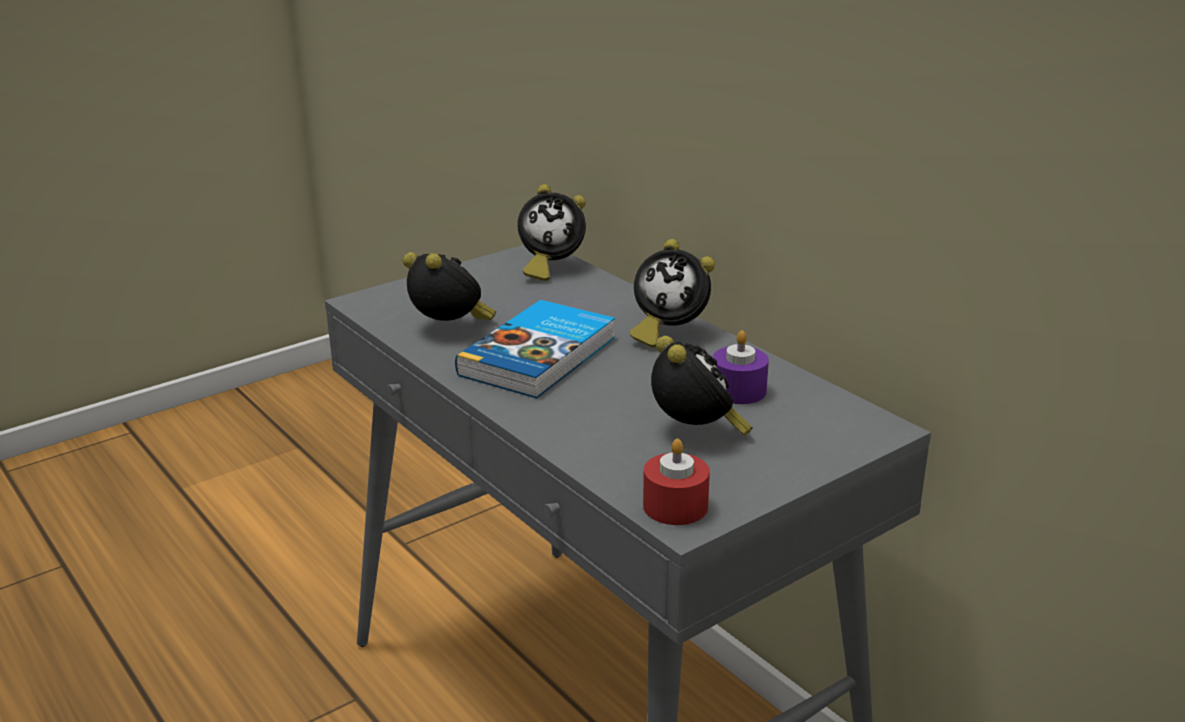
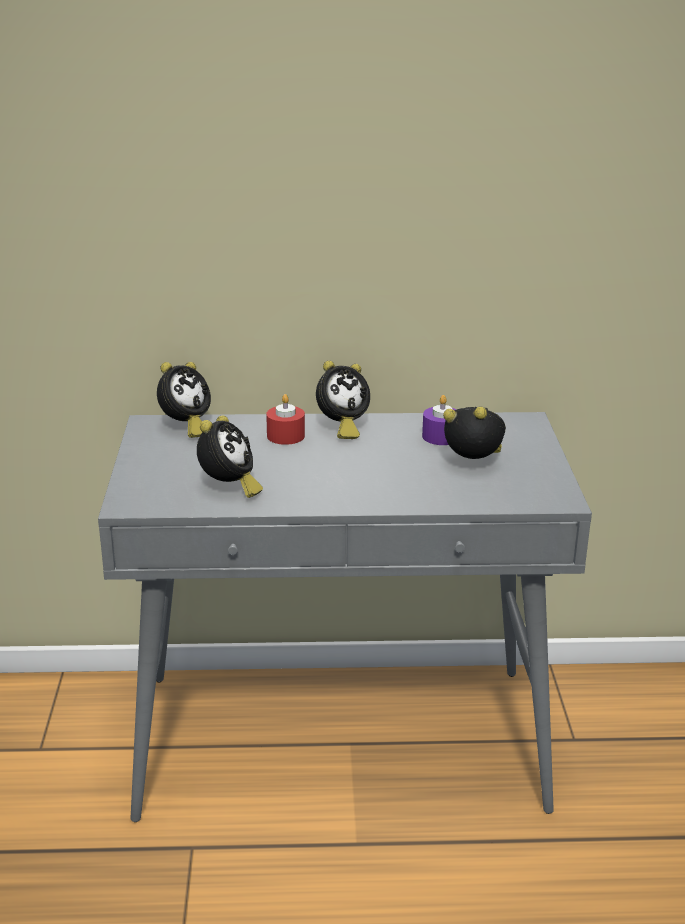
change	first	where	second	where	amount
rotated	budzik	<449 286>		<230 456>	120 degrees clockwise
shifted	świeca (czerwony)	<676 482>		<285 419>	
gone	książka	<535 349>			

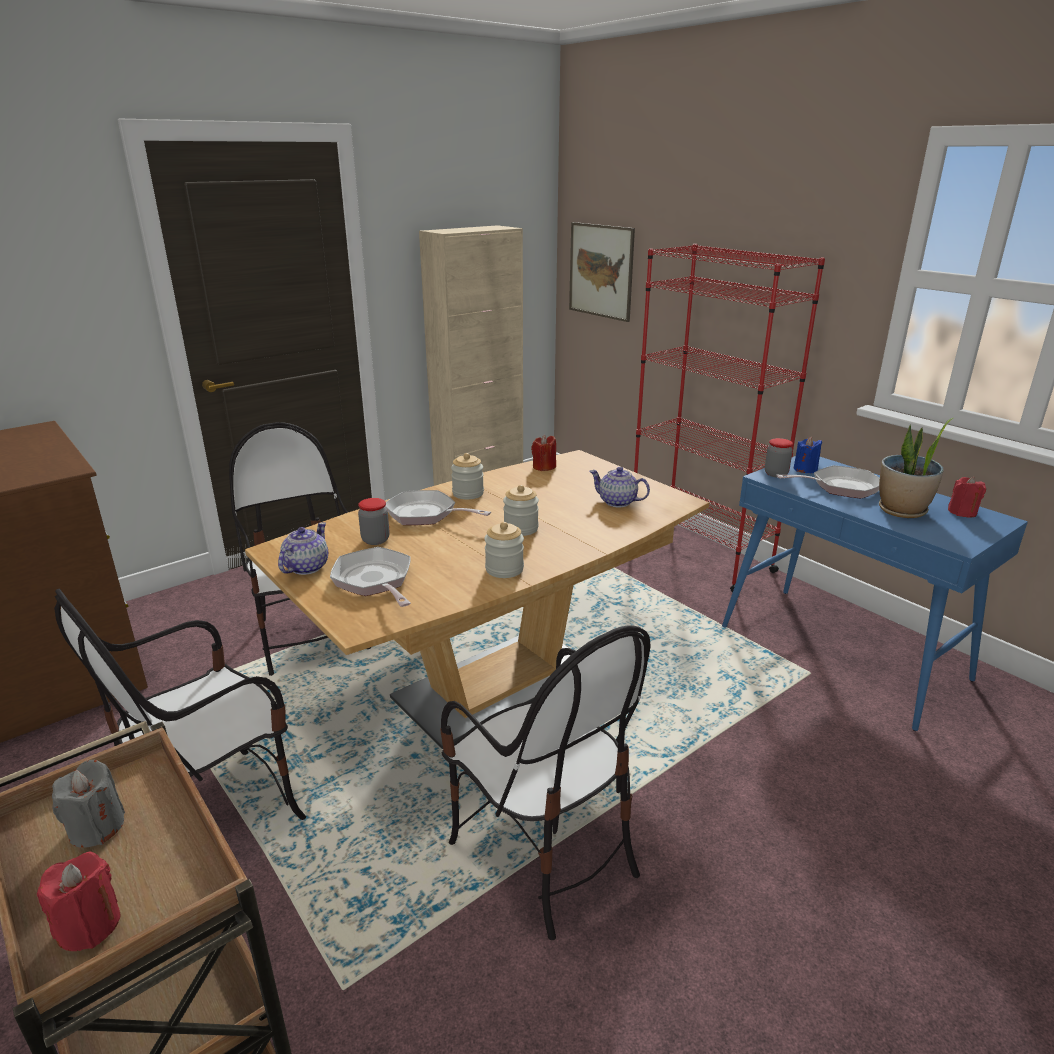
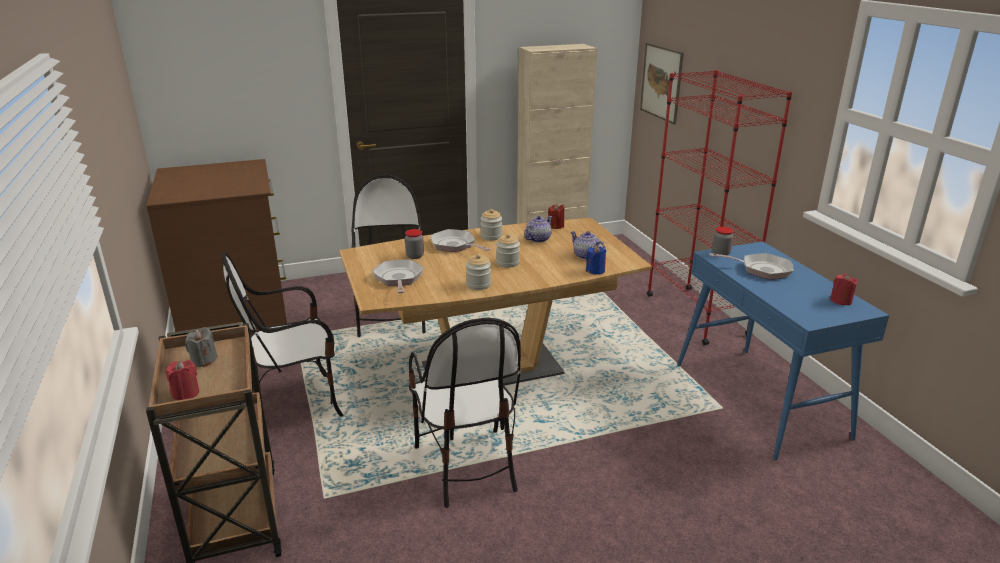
change	first	where	second	where	amount
shifted	imbryk	<303 548>		<538 229>	
shifted	świeca (niebieski)	<807 455>		<596 260>	
gone	roślina doniczkowa	<916 468>			

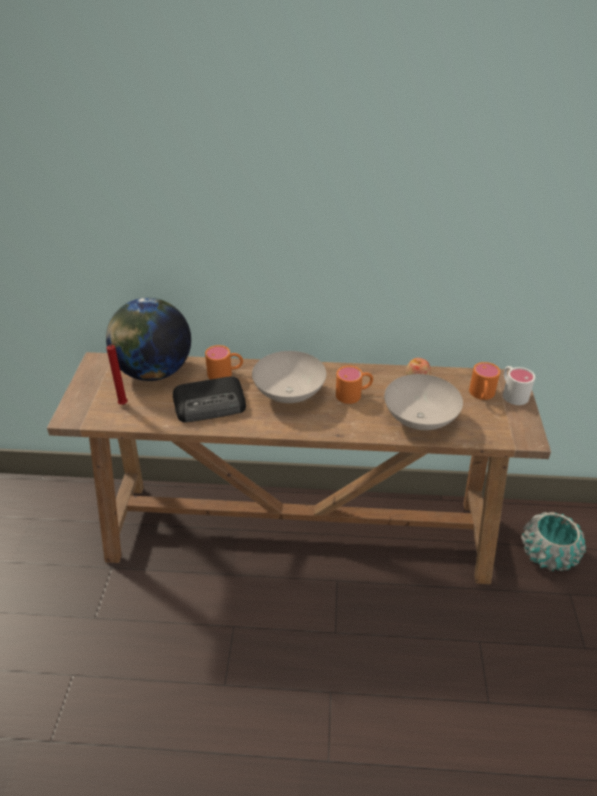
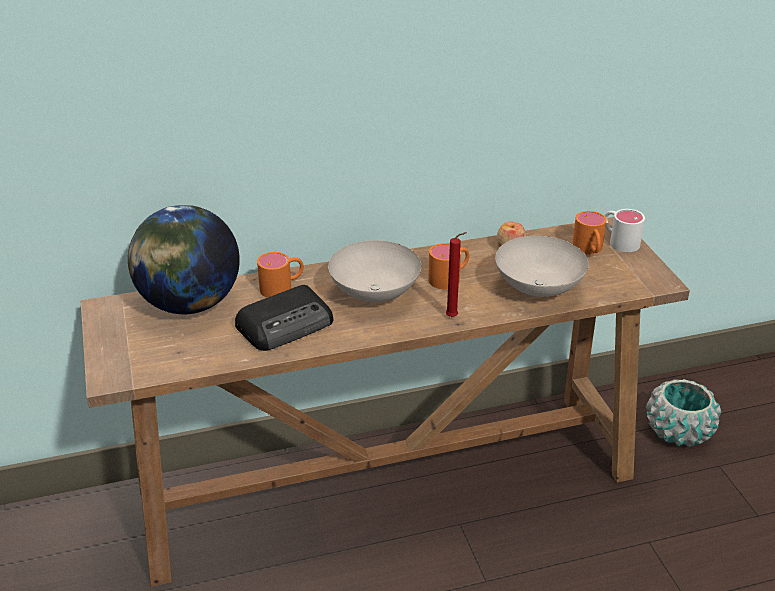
change	first	where	second	where	amount
shifted	świeca (czerwony)	<117 373>		<456 274>	

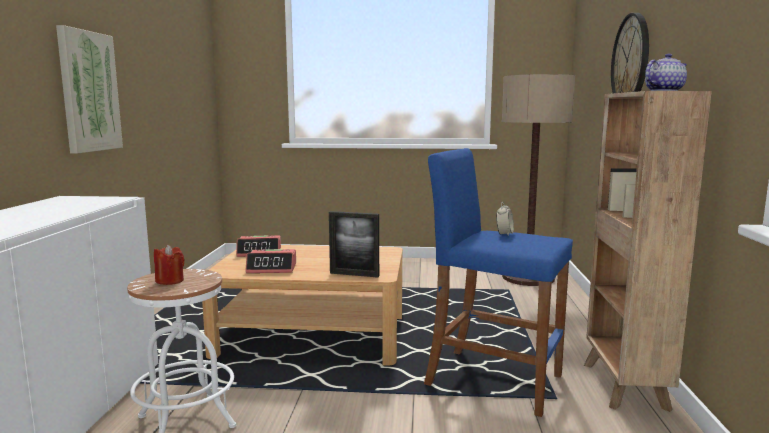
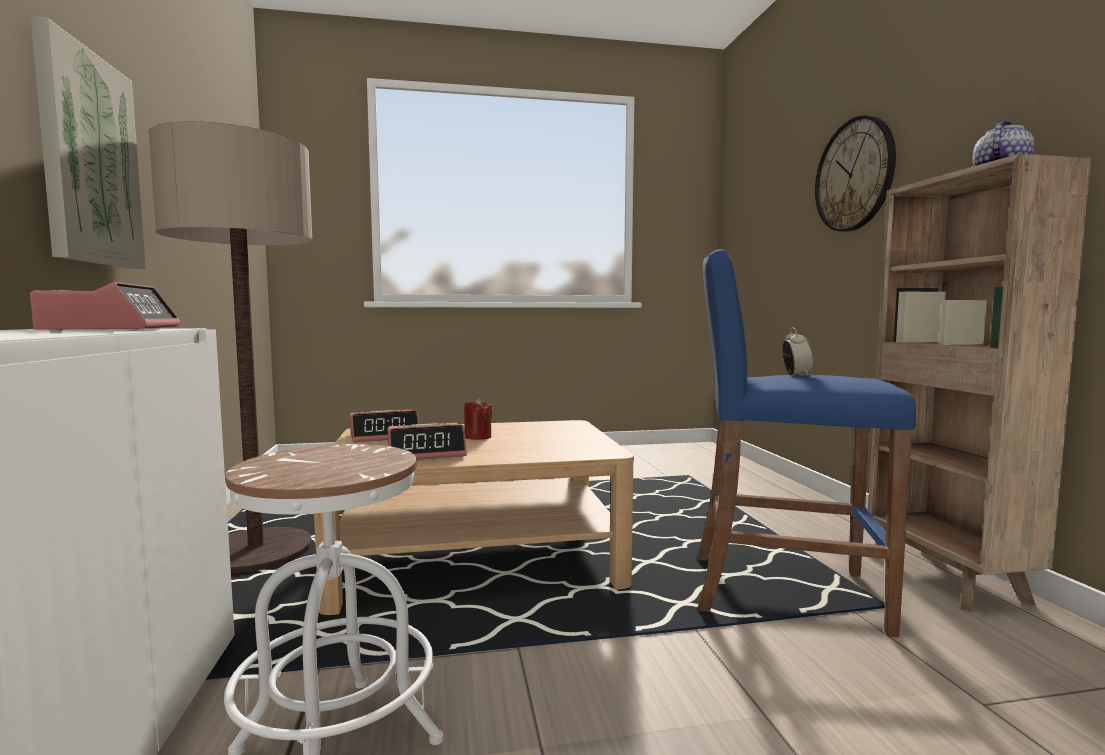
change	first	where	second	where	amount
new			budzik	<105 306>	
shifted	lampa stojąca	<538 180>		<231 347>	
shifted	świeca (czerwony)	<169 265>		<478 419>	
gone	ramka na zdjęcie	<354 244>			

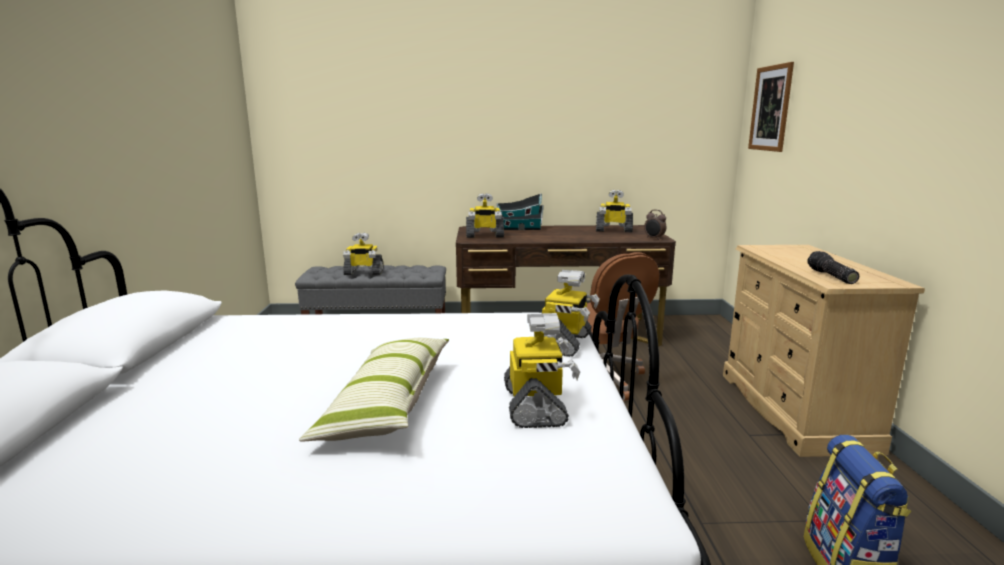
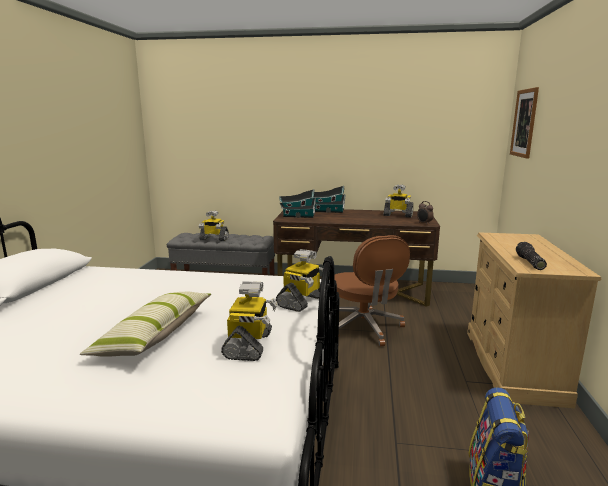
change	first	where	second	where	amount
swapped	robot zabawkowy	<485 215>	domek	<297 203>	

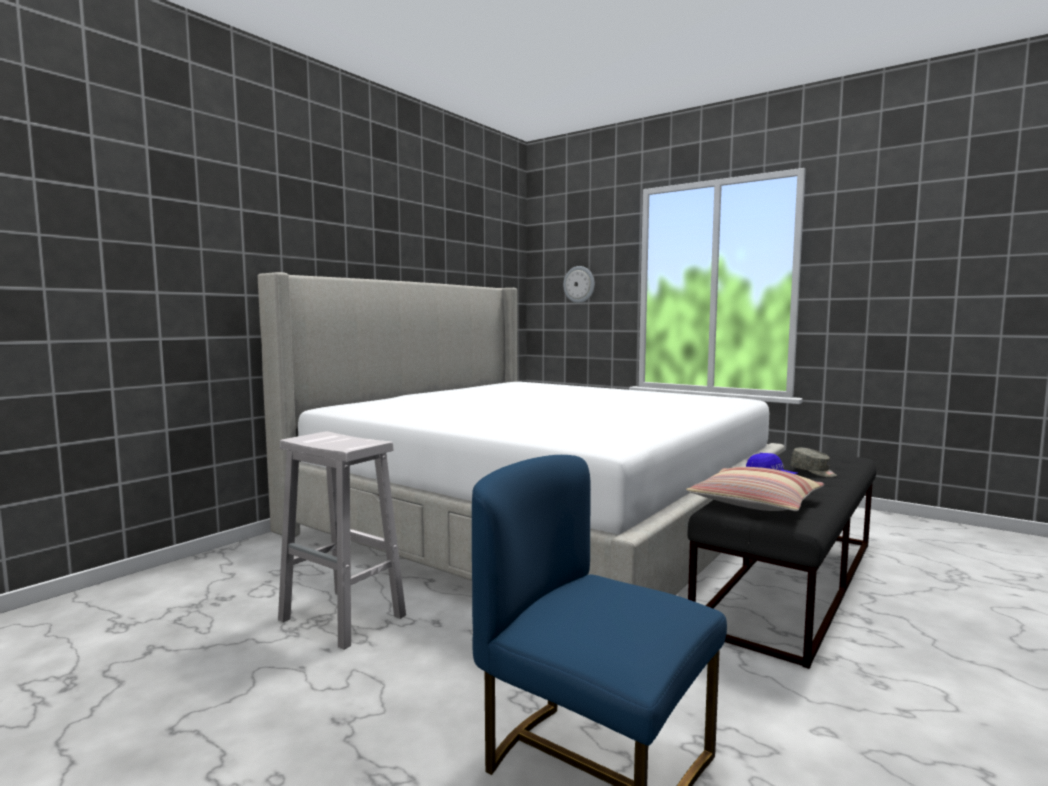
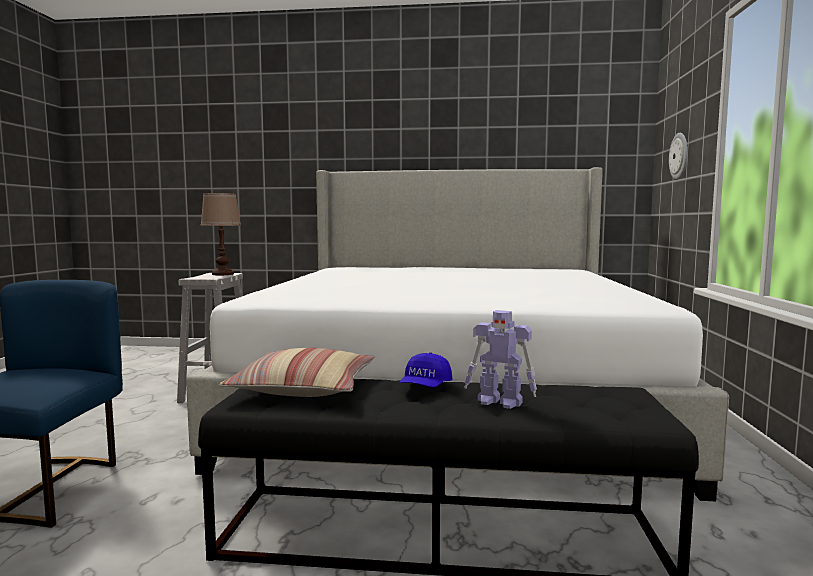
change	first	where	second	where	amount
new			lampa stołowa (brązowy)	<220 234>	
swapped	czapka z daszkiem (szary)	<813 462>	robot zabawkowy	<500 359>	

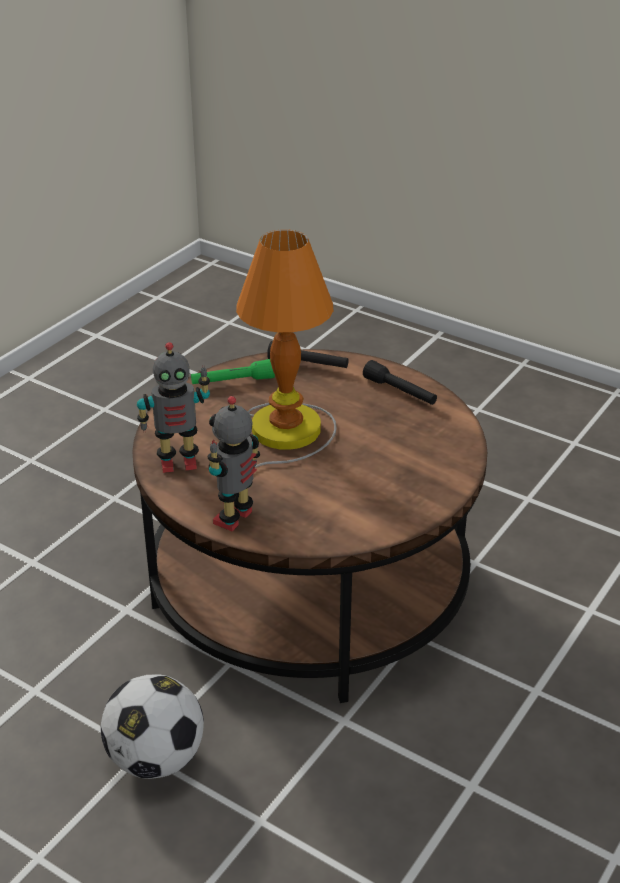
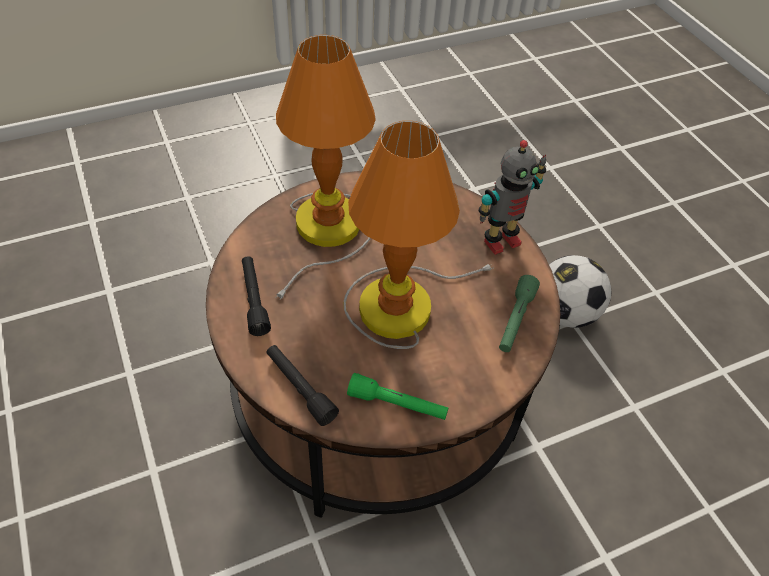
change	first	where	second	where	amount
new			lampa stołowa	<326 167>	
swapped	robot zabawkowy	<173 407>	latarka (zielony)	<519 313>	

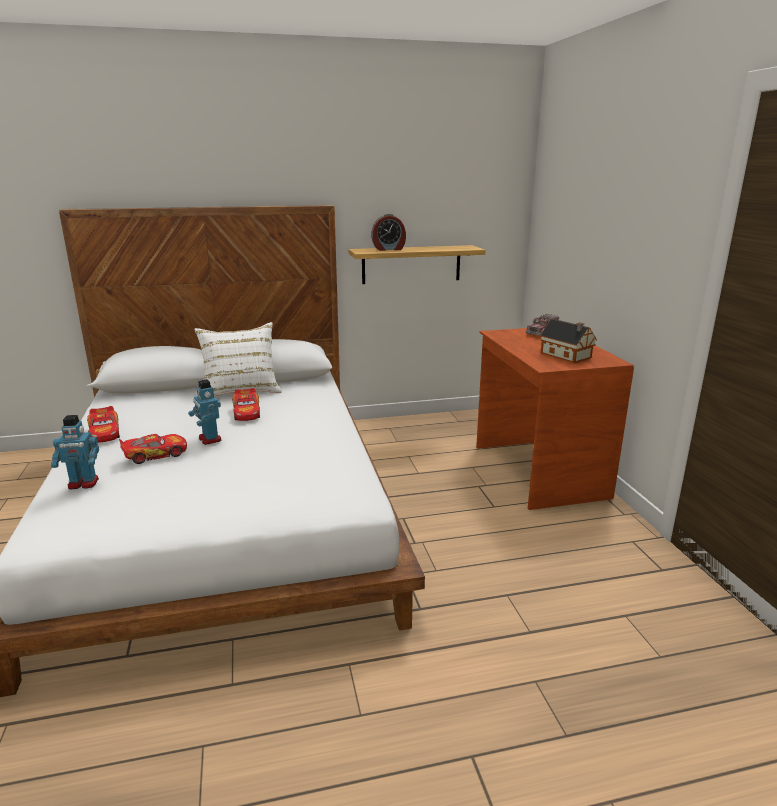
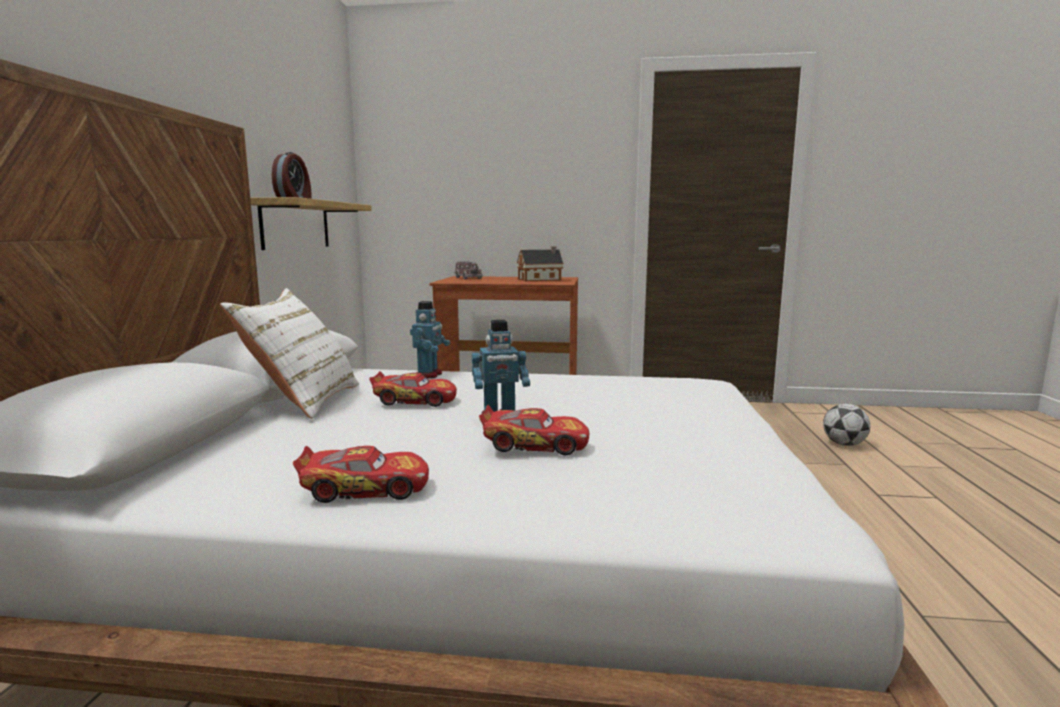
change	first	where	second	where	amount
shifted	robot zabawkowy	<75 452>		<430 339>	
rotated	samochodzik	<153 449>		<534 430>	105 degrees clockwise
new			piłka futbolowa	<846 425>	

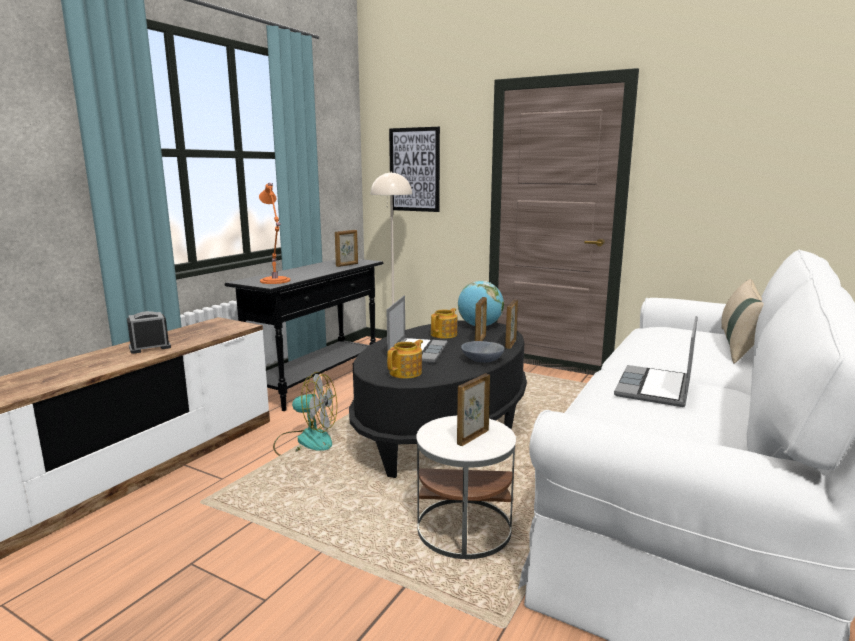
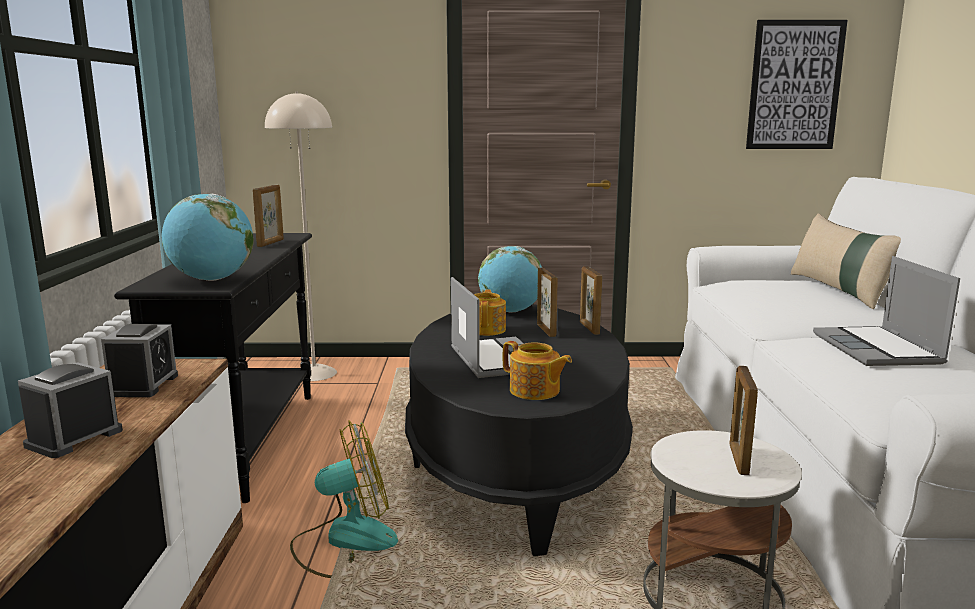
change	first	where	second	where	amount
new			budzik	<139 360>	
swapped	lampa stołowa (pomarańczowy)	<274 233>	globus	<208 237>	
rotated	imbryk	<405 359>		<537 370>	120 degrees clockwise
shifted	obraz	<414 169>		<797 84>	
gone	miska (szary)	<482 352>			

